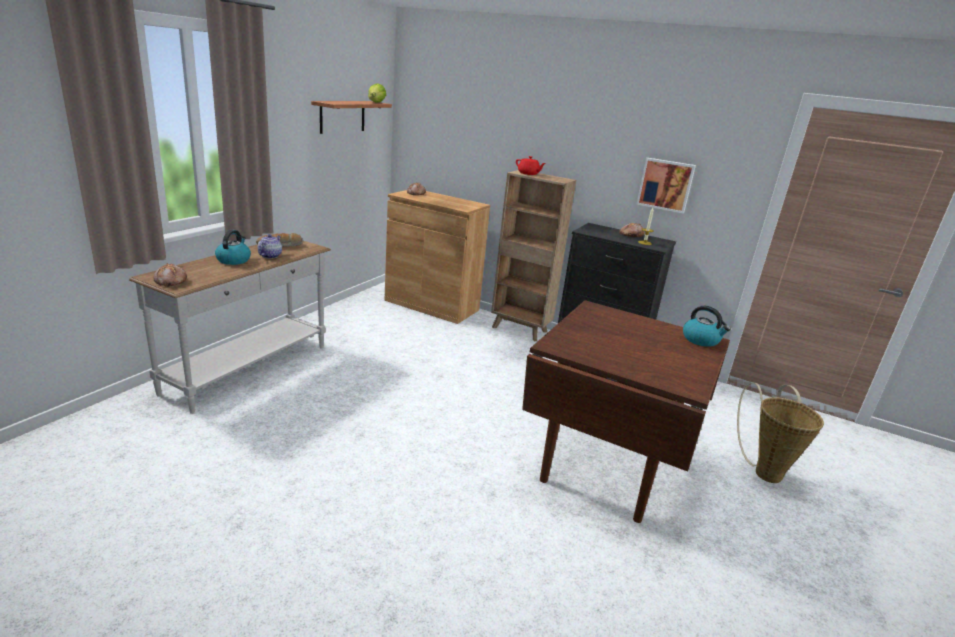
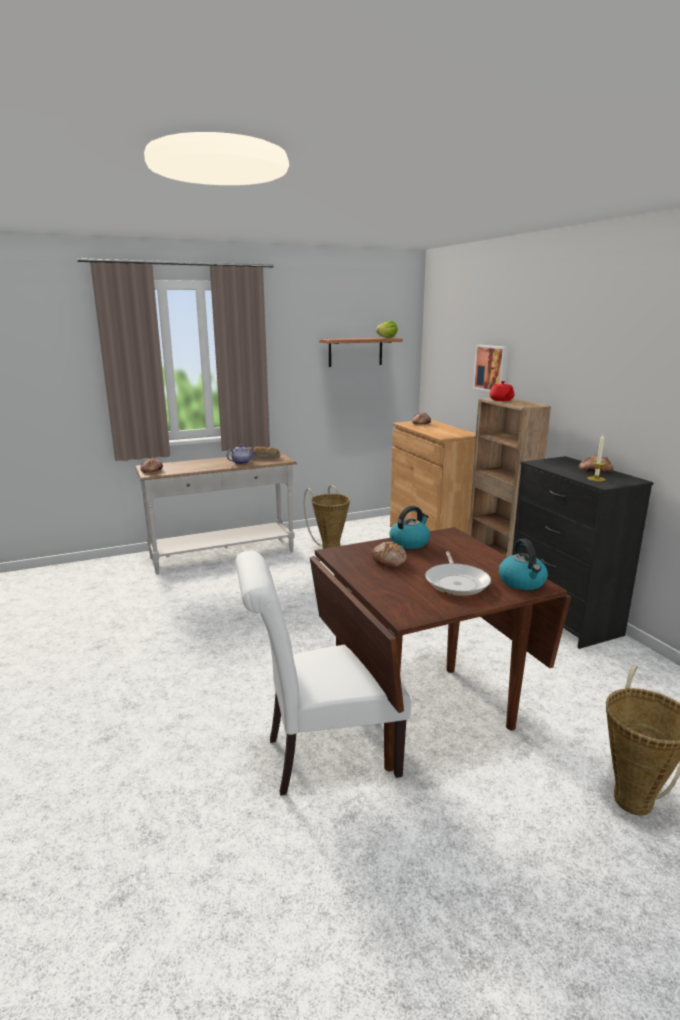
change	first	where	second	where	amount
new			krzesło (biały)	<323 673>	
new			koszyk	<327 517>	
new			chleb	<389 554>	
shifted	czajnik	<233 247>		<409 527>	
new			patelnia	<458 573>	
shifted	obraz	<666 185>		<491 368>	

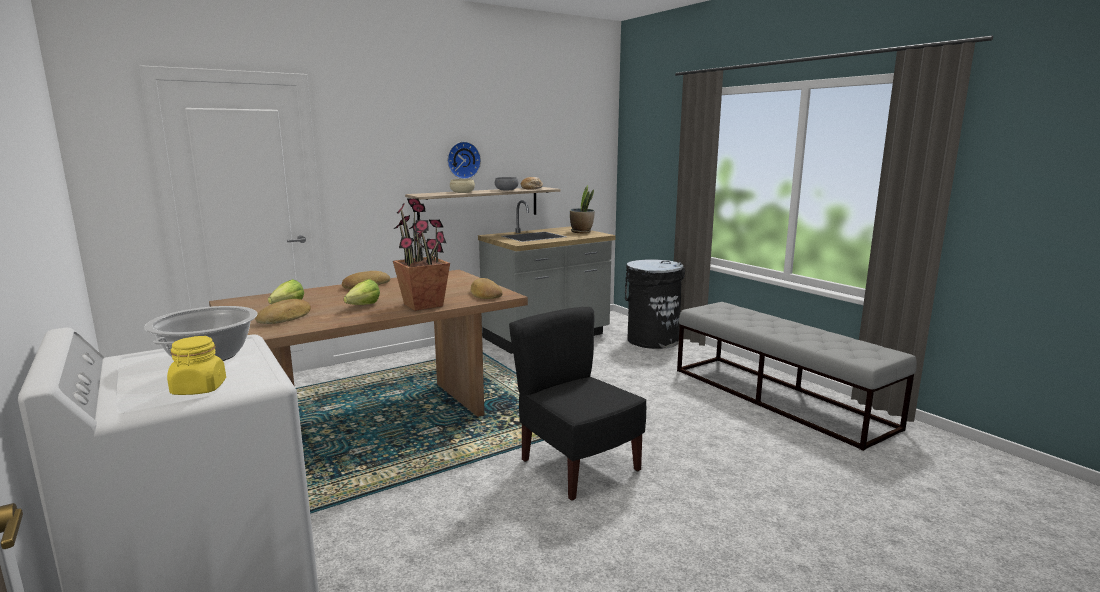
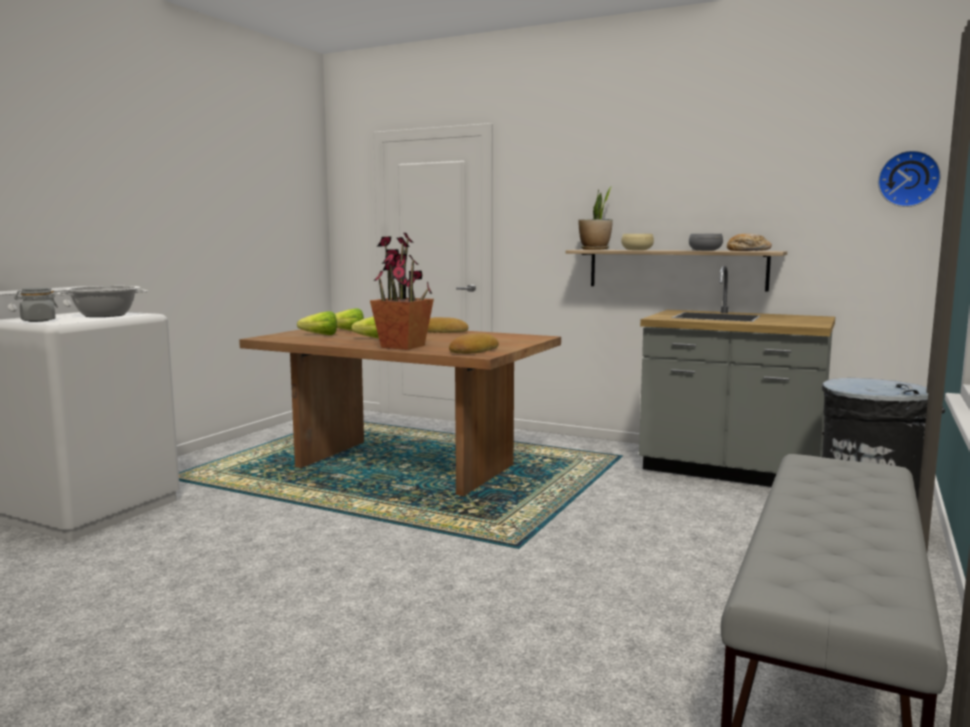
change	first	where	second	where	amount
repainted	słoik (żółty)	<196 365>	słoik (szary)	<36 305>	
swapped	chleb	<283 311>	sałata	<317 323>	
shifted	roślina doniczkowa	<582 209>		<595 218>	
shifted	zegar ścienny	<464 160>		<909 178>	
gone	krzesło (czarny)	<577 404>			

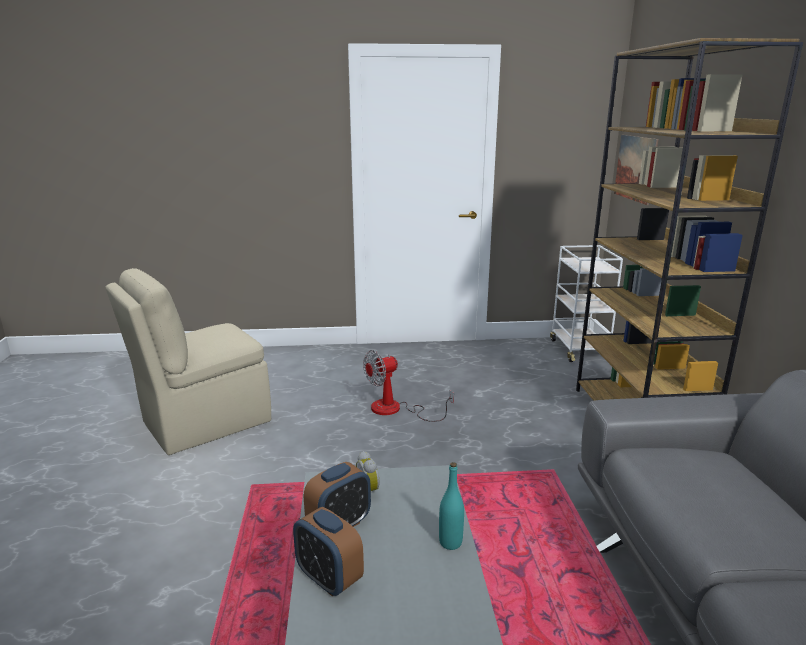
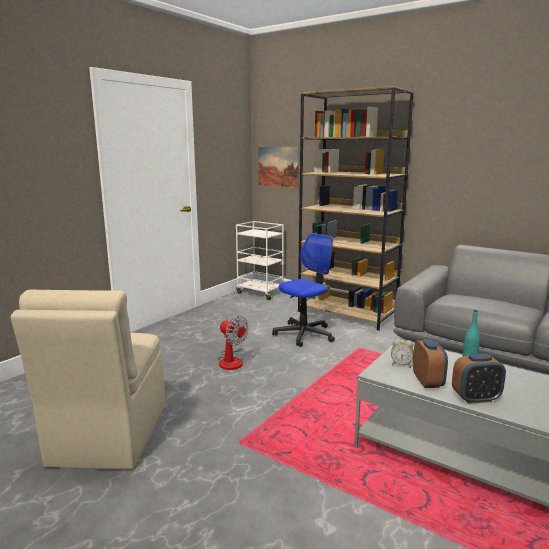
change	first	where	second	where	amount
rotated	wentylator	<408 386>		<233 343>	60 degrees counterclockwise
new			krzesło biurowe	<303 290>	

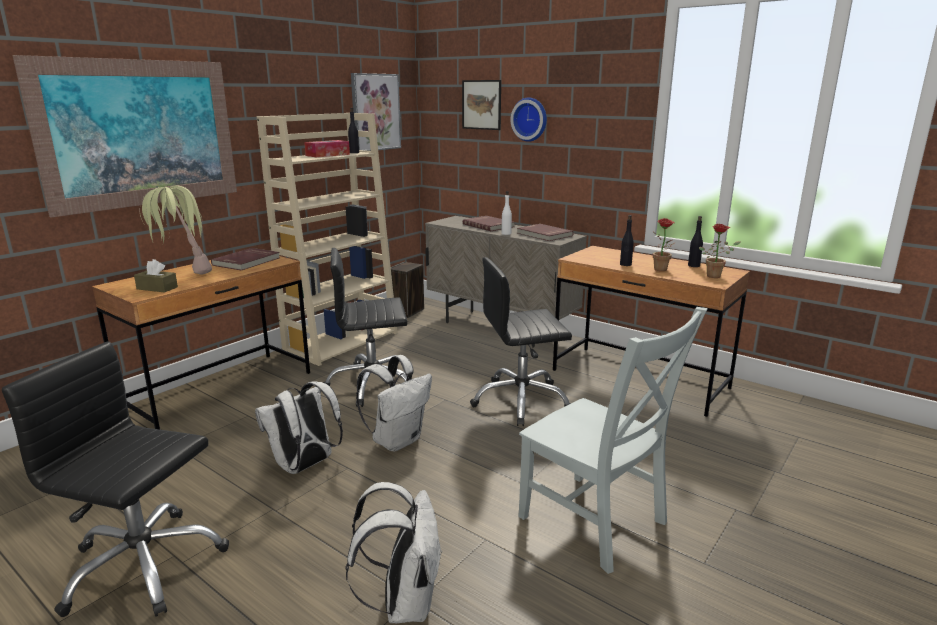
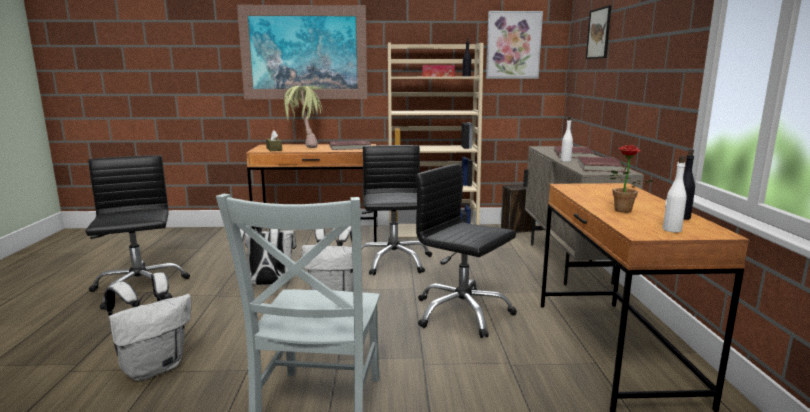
change	first	where	second	where	amount
rotated	krzesło biurowe (czarny)	<365 327>		<396 210>	45 degrees clockwise
swapped	roślina doniczkowa	<720 251>	butelka (biały)	<675 194>	
gone	zegar ścienny	<529 119>			
gone	butelka (czarny)	<627 240>			

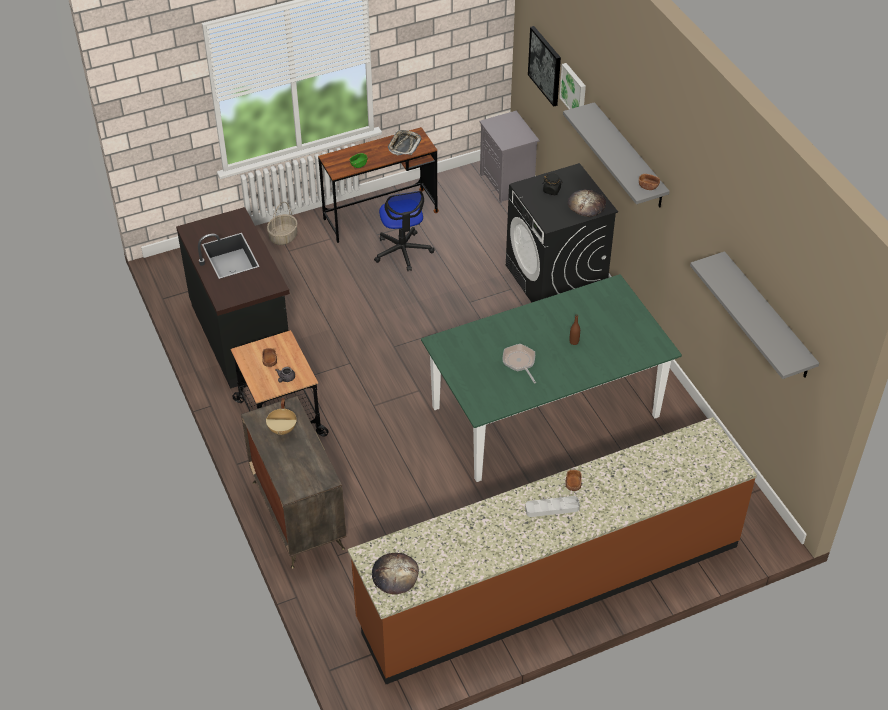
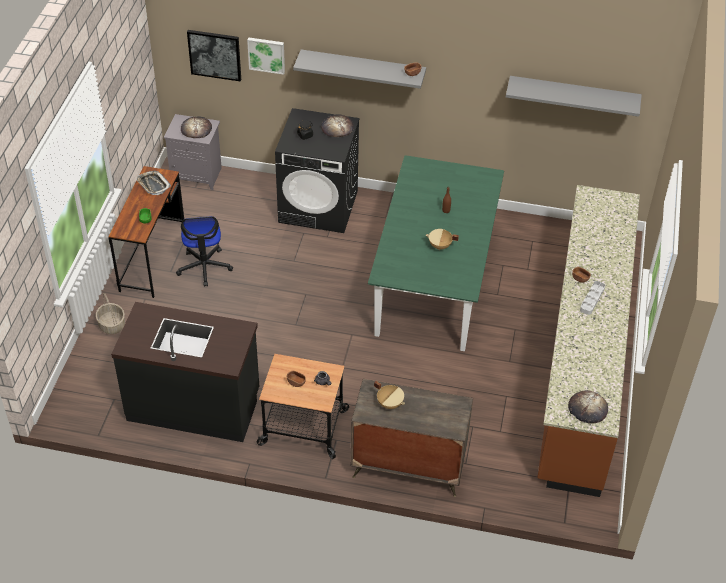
change	first	where	second	where	amount
rotated	krzesło biurowe	<404 231>		<204 251>	60 degrees clockwise
new			chleb	<196 127>	
swapped	patelnia	<519 364>	garnek (beżowy)	<442 239>	

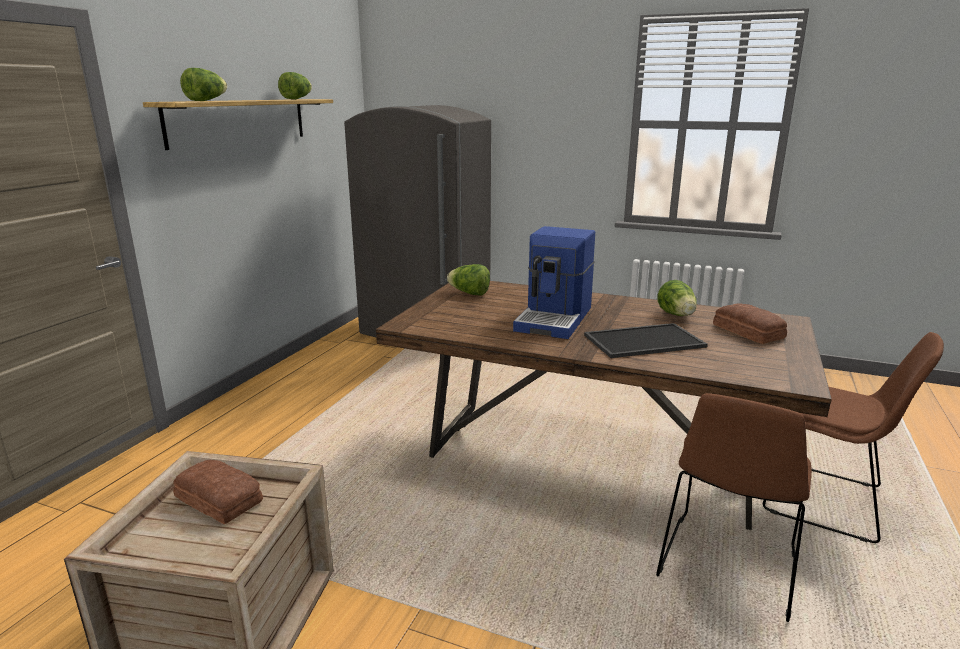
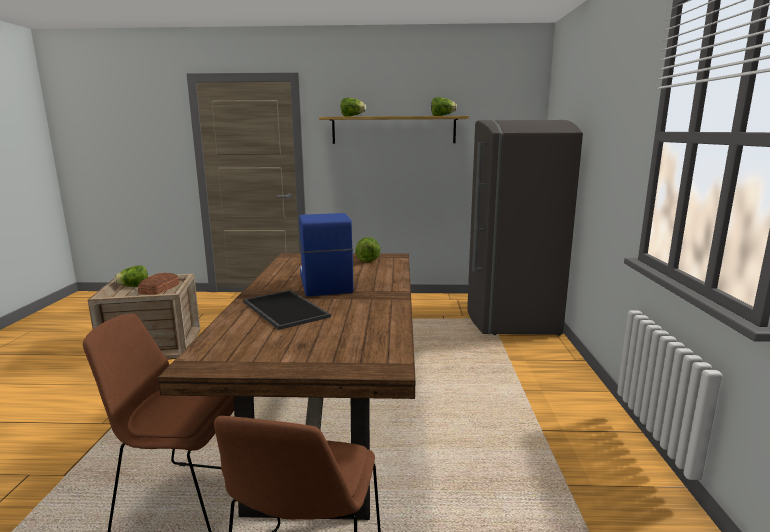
change	first	where	second	where	amount
shifted	sałata	<677 298>		<131 276>	
rotated	ekspres do kawy	<554 282>		<326 254>	75 degrees clockwise
gone	chleb	<750 324>			

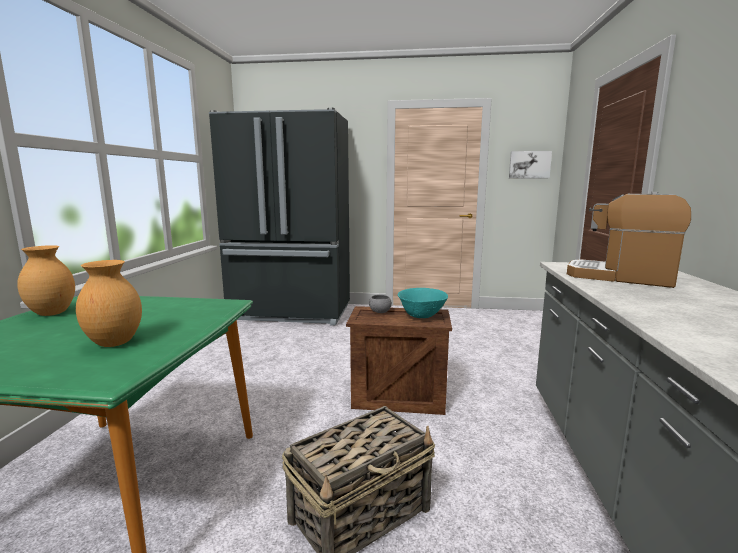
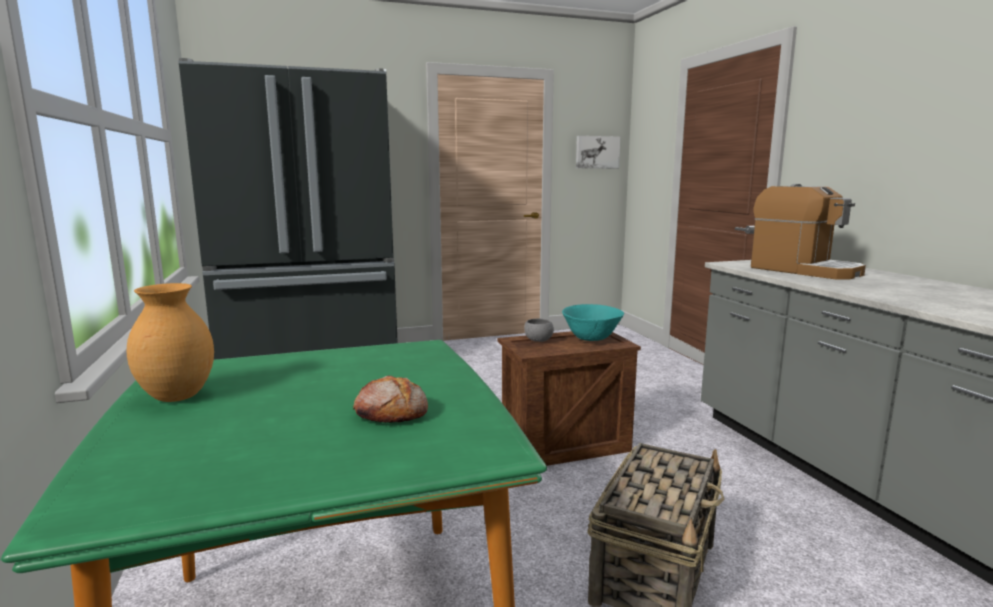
change	first	where	second	where	amount
swapped	wazon (brązowy)	<109 303>	chleb	<390 399>	
rotated	ekspres do kawy	<629 240>		<808 231>	135 degrees counterclockwise

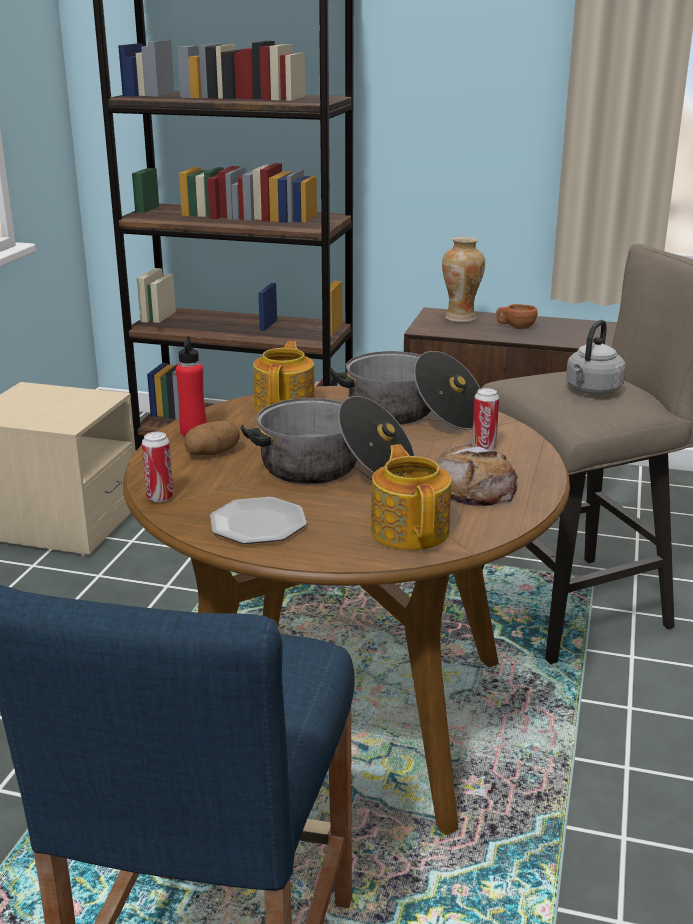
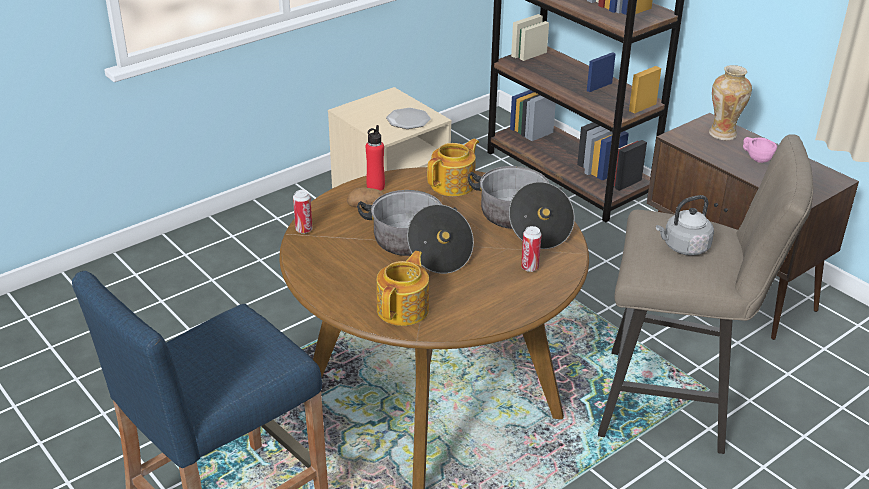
change	first	where	second	where	amount
shifted	talerz	<258 520>		<408 118>	
repainted	filiżanka (brązowy)	<517 316>	filiżanka (różowy)	<760 150>	
gone	chleb	<476 474>			

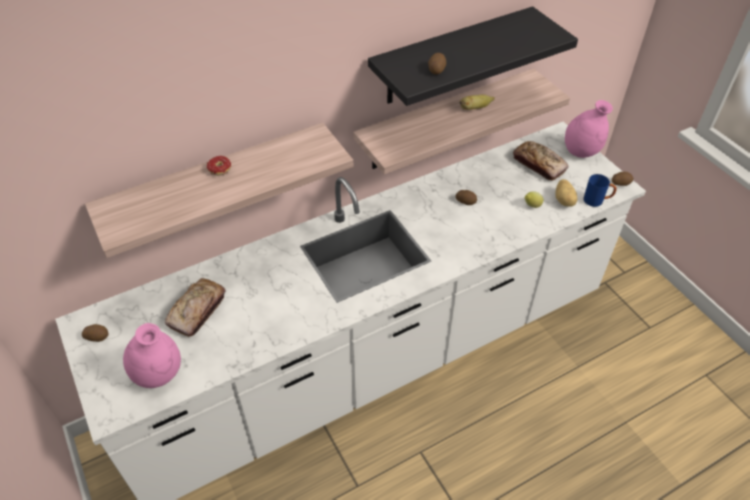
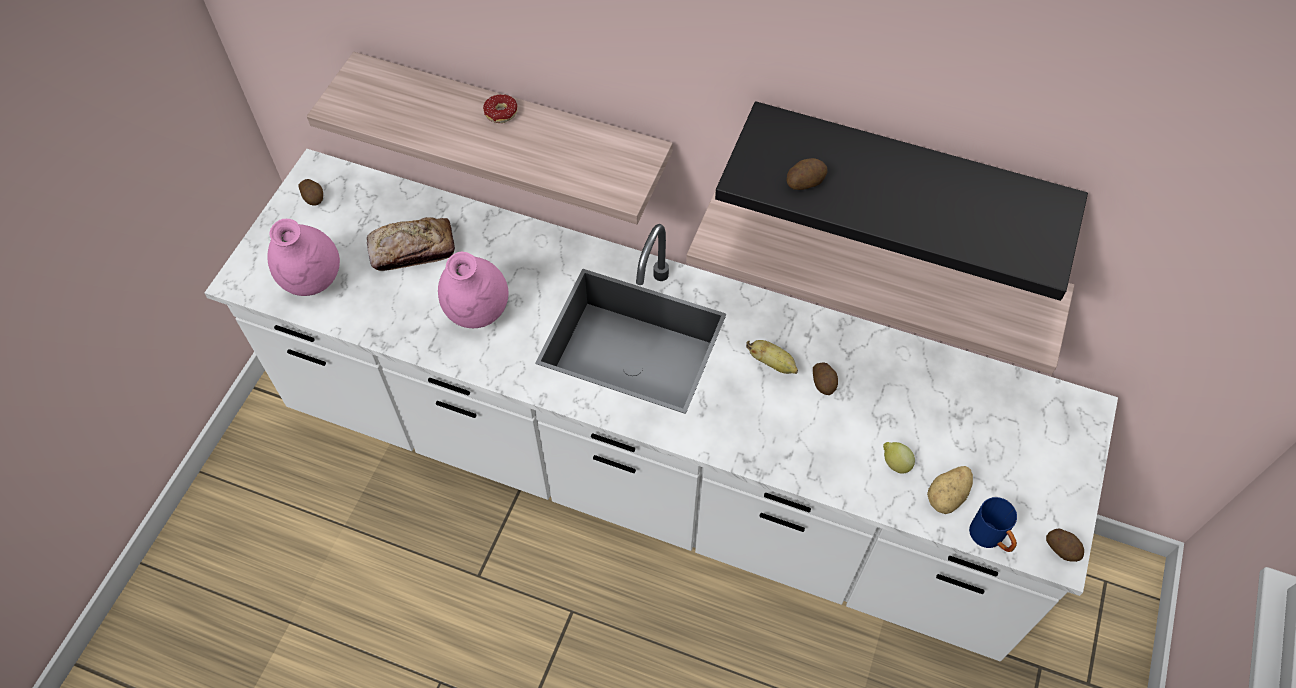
change	first	where	second	where	amount
shifted	wazon (różowy)	<589 129>		<473 290>	
shifted	banan	<477 102>		<772 357>	
gone	chleb	<540 161>			

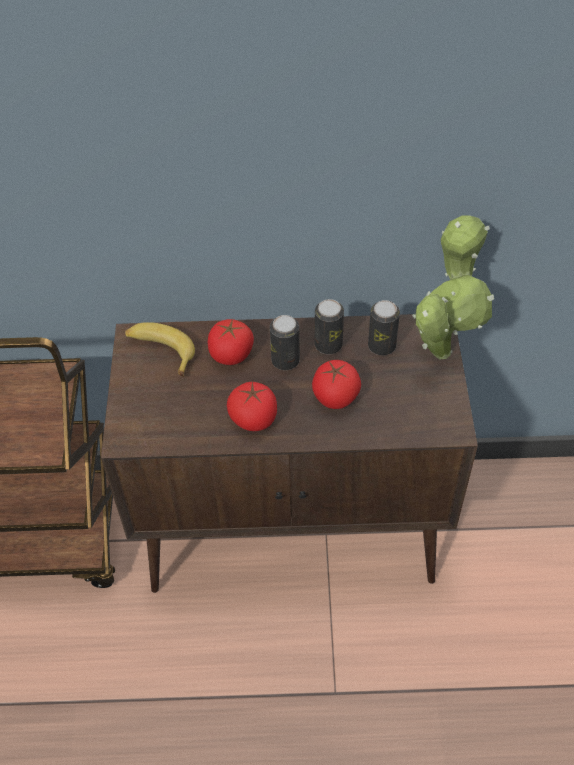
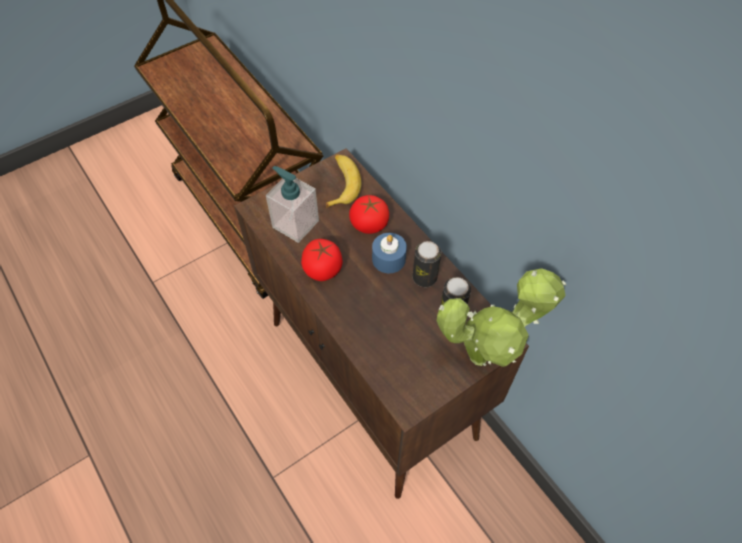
change	first	where	second	where	amount
new			dozownik mydła	<292 204>	
swapped	puszka	<285 342>	świeca (niebieski)	<389 253>	
gone	pomidor	<336 384>			

